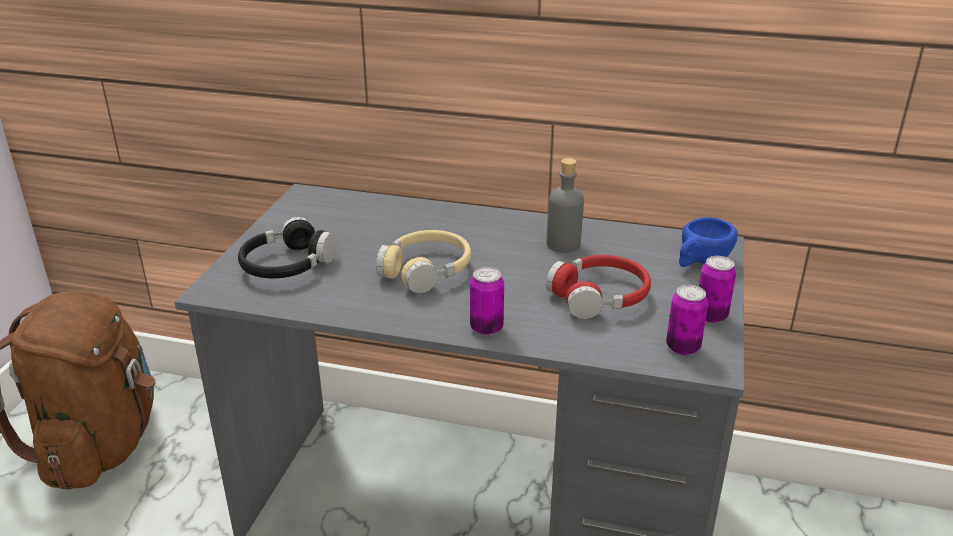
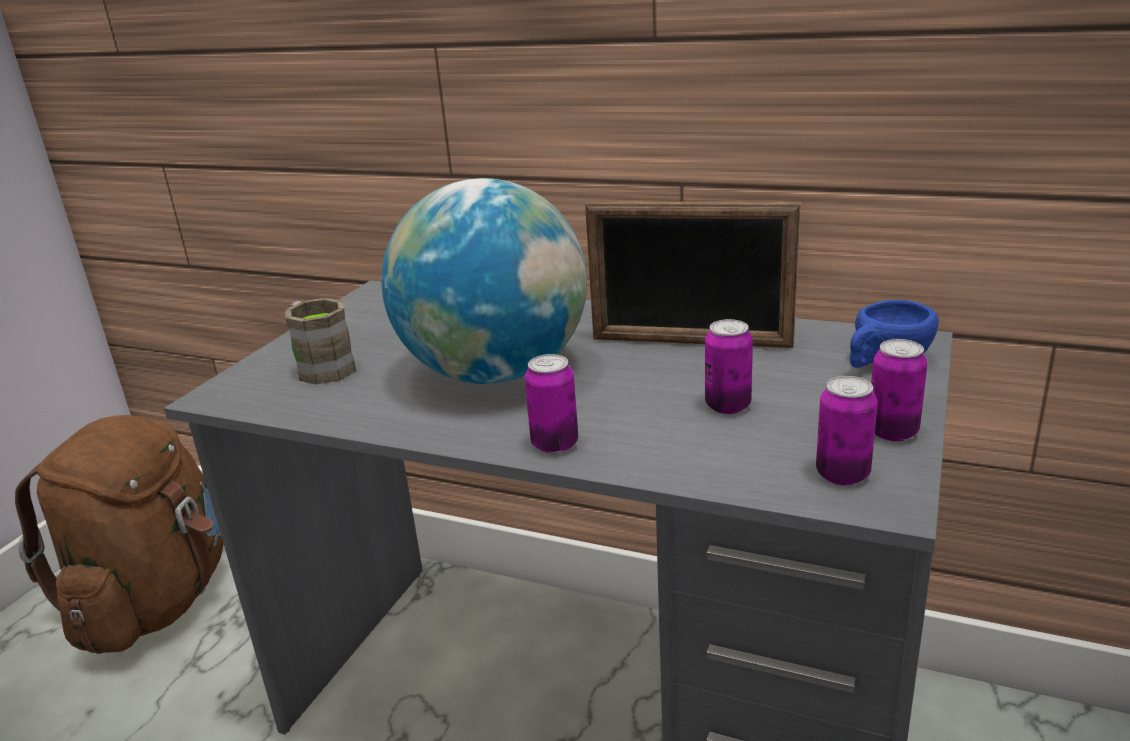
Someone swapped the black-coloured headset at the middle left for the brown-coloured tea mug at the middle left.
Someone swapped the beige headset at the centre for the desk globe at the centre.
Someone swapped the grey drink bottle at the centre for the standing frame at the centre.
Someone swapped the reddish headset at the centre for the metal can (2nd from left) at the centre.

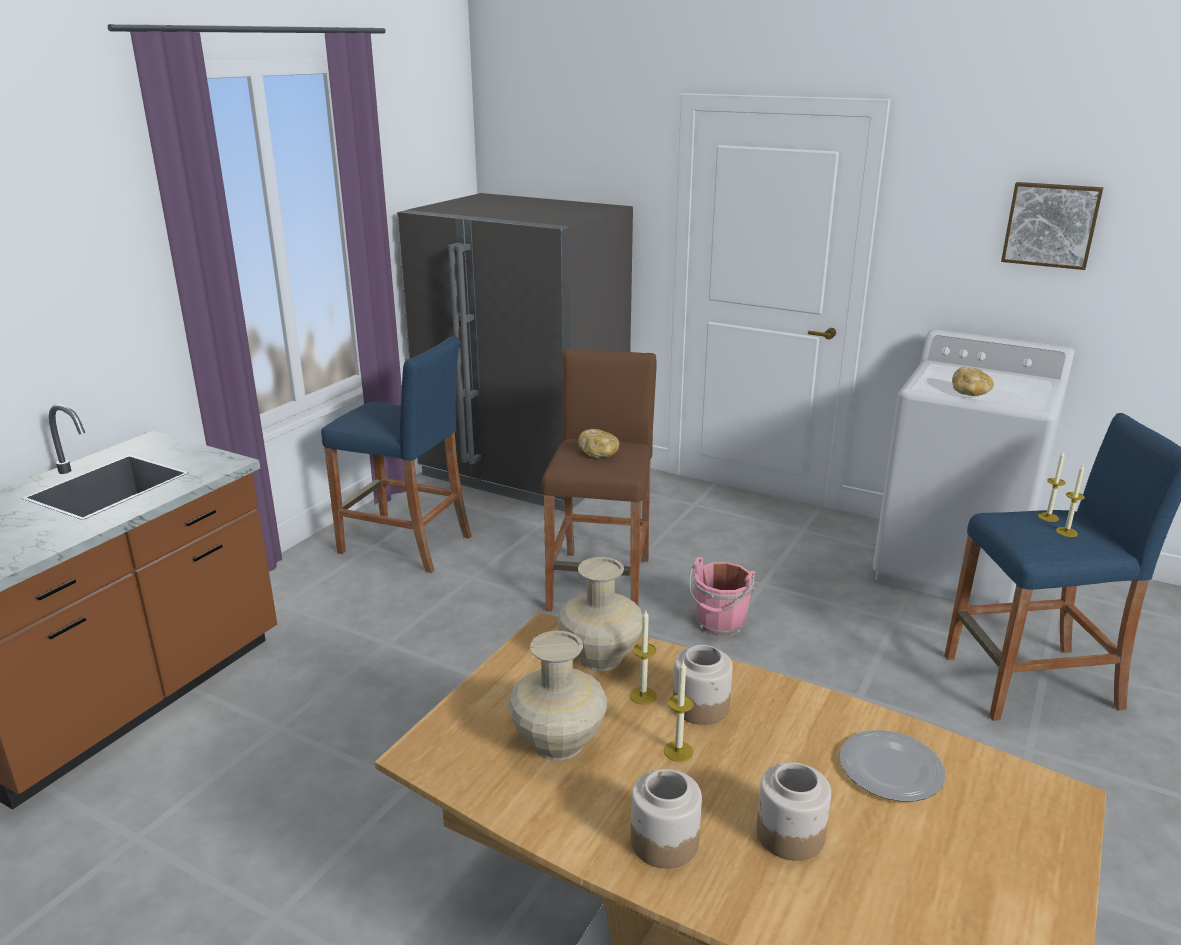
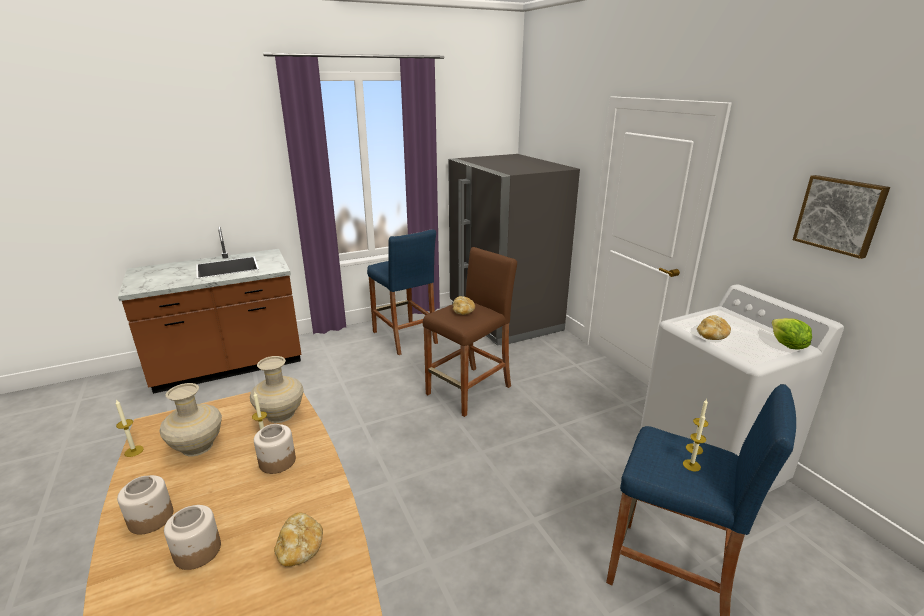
Someone carried the candle (2nd from left in the first image) from the bottom centre to the bottom left.
Someone swapped the dinner plate at the bottom right for the bread (1st from left) at the bottom left.
Someone put down the head of lettuce at the middle right.
Someone took away the pink-coloured pail at the centre.

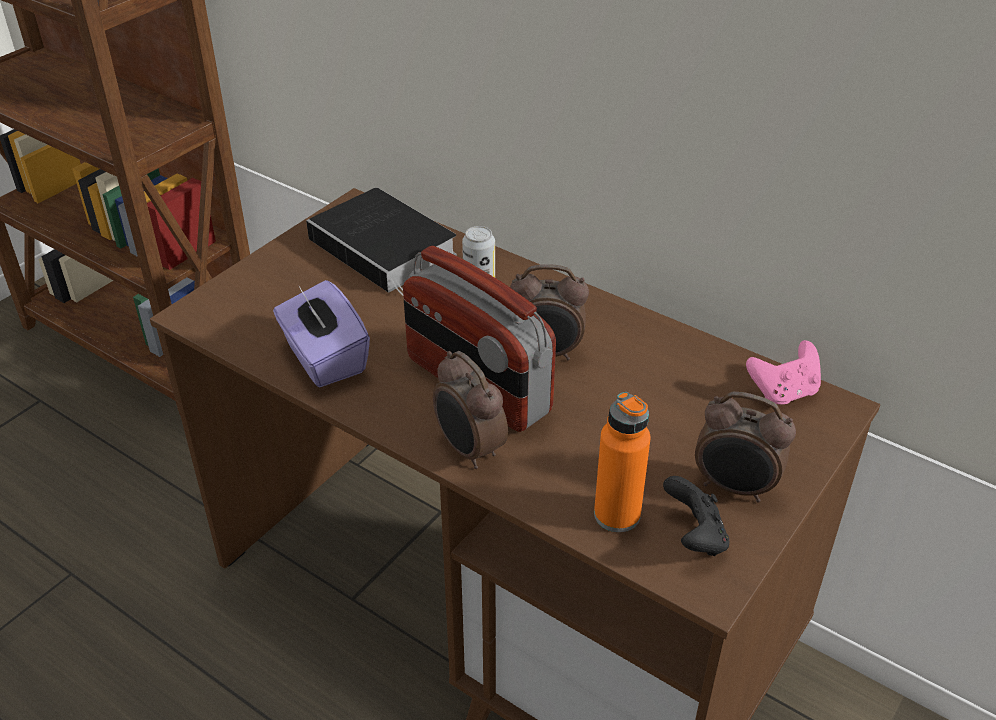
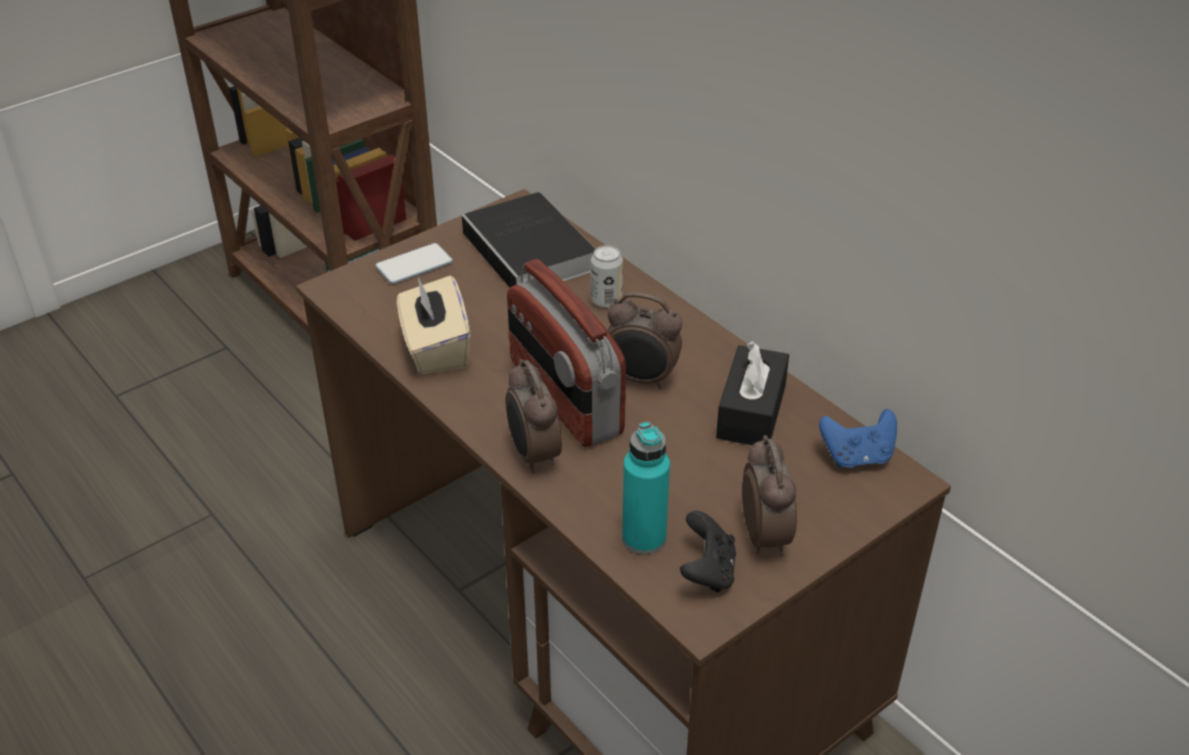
Someone put down the phone at the centre.
Someone repainted the purple-coloured tissue holder at the middle left, which became the beige tissue holder at the centre.
Someone repainted the orangey drink bottle at the centre, which became the turquoise-coloured drink bottle at the centre.
Someone put down the black-coloured tissue holder at the centre.
Someone rotated the table clock (3rd from left) at the middle right by 135 degrees counterclockwise.
Someone repainted the pink-coloured game controller at the middle right, which became the blue game controller at the middle right.

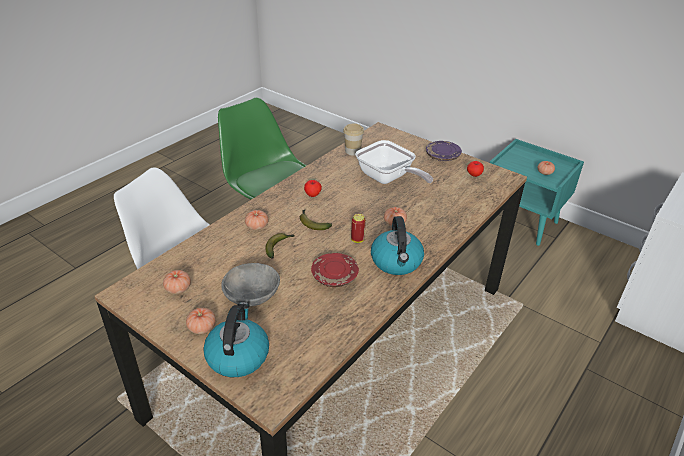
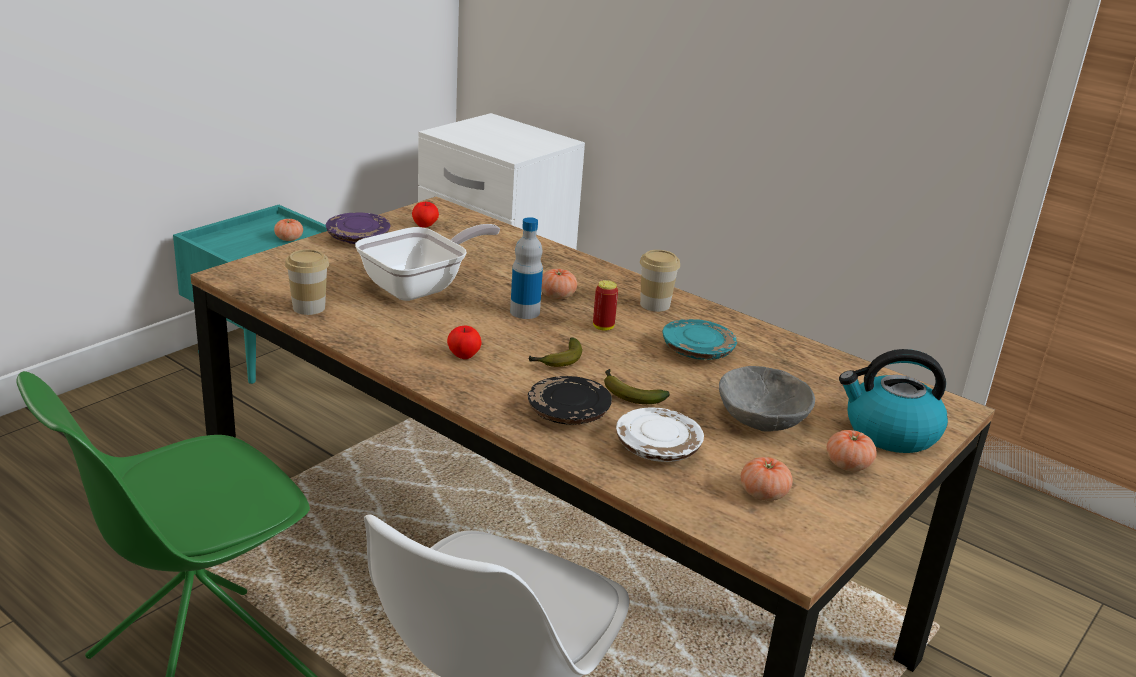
Someone put down the drink bottle at the centre.
Someone swapped the whole tomato (3rd from left) at the centre for the black-coloured dinner plate at the centre.
Someone put down the white-coloured dinner plate at the centre.
Someone swapped the kettle (2nd from left) at the centre for the cup (2nd from left) at the centre.
Someone repainted the reddish dinner plate at the centre, which became the turquoise-coloured dinner plate at the centre.

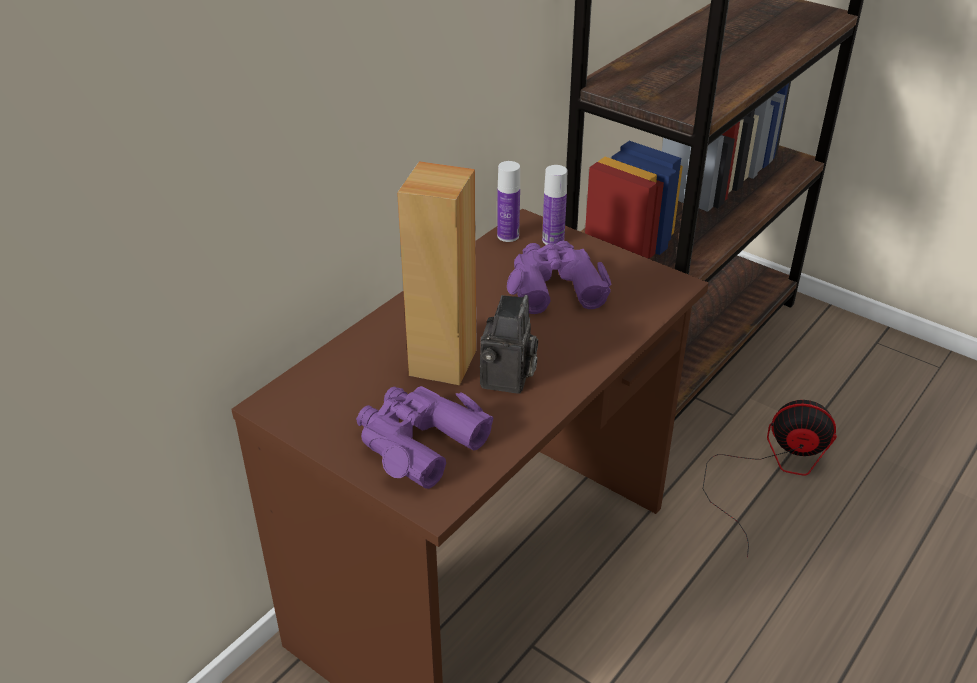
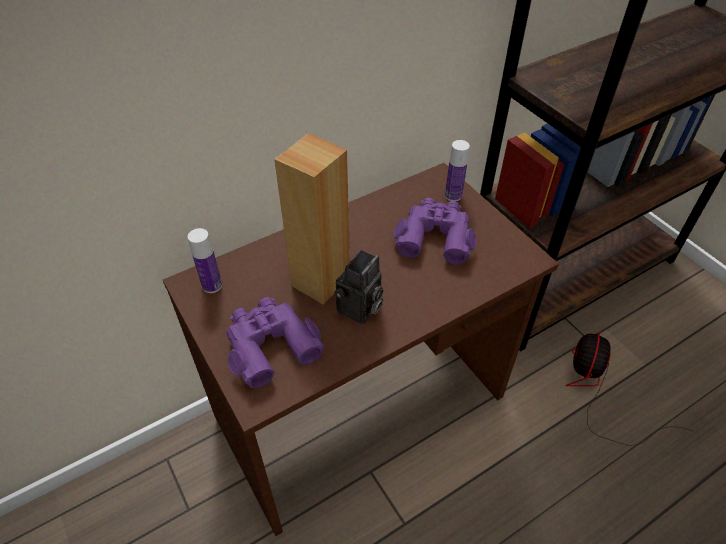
Someone carried the drink bottle (1st from left) from the top centre to the middle left.
Someone rotated the electric fan at the bottom right by 105 degrees counterclockwise.

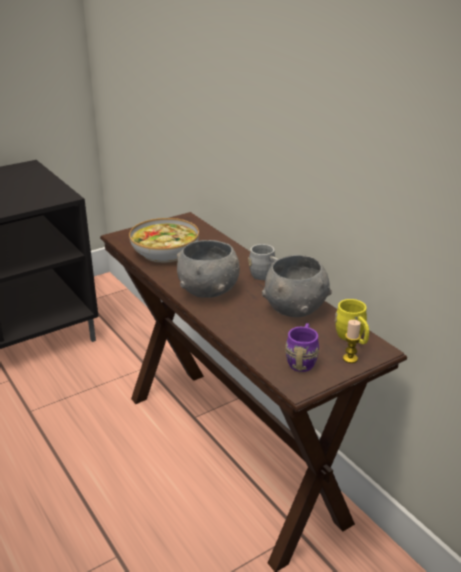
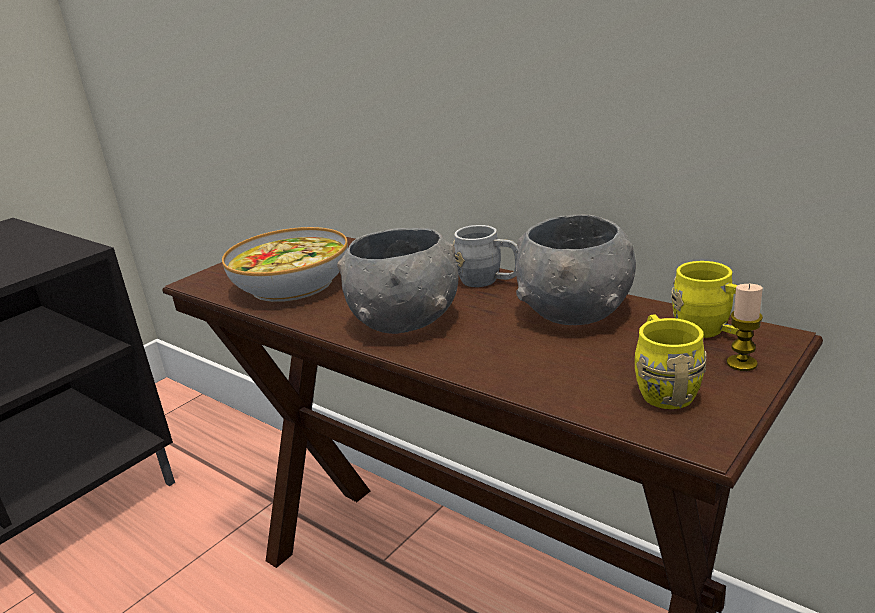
Someone repainted the purple-coloured tea mug at the centre, which became the yellow-coloured tea mug (1st from left) at the middle right.

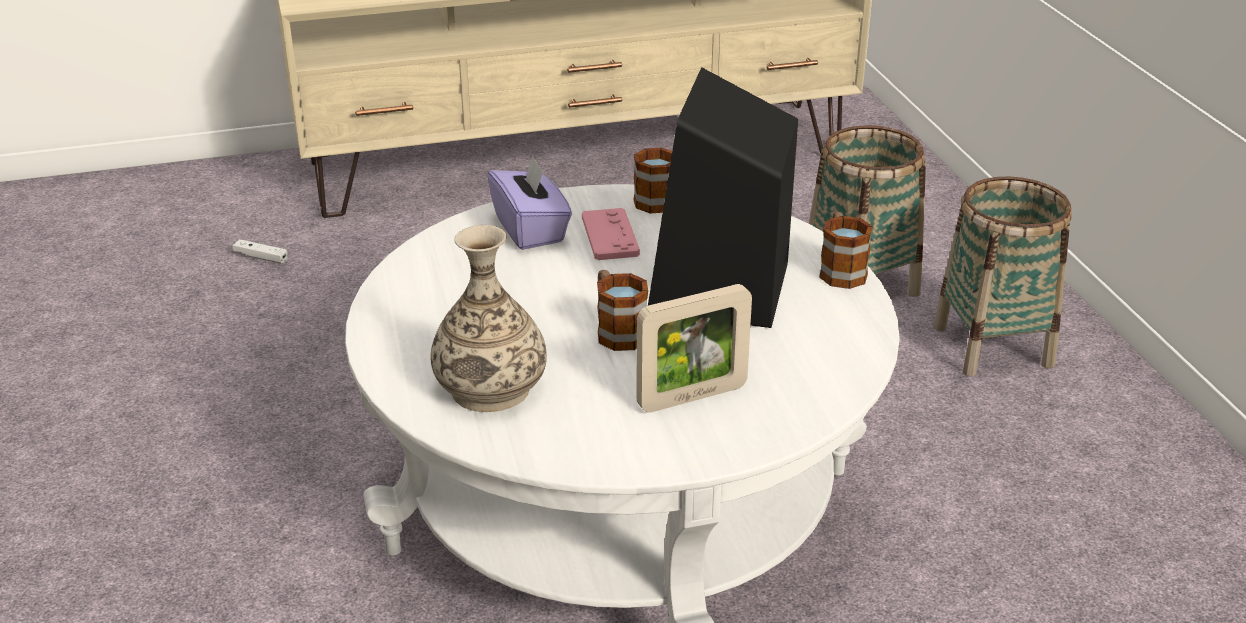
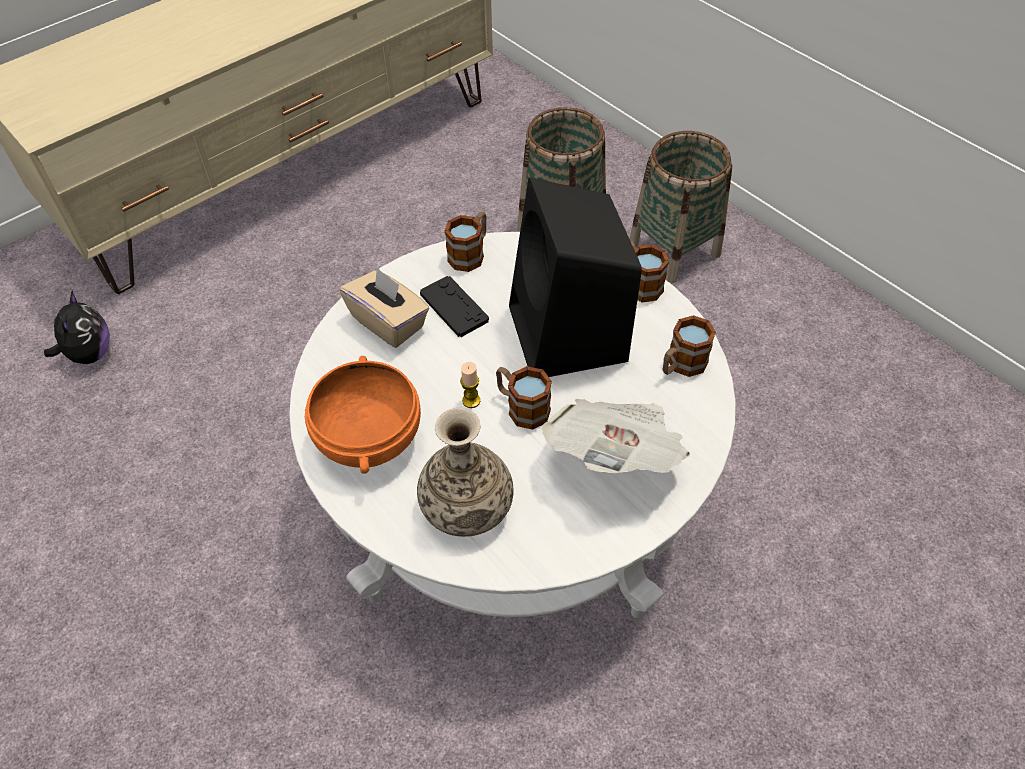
Someone swapped the white-coloured game controller at the middle left for the cuddly toy at the middle left.
Someone put down the orangey bowl at the centre.
Someone repainted the purple-coloured tissue holder at the top centre, which became the beige tissue holder at the centre.
Someone repainted the pink-coloured game controller at the centre, which became the black-coloured game controller at the centre.
Someone put down the candle at the centre.
Someone swapped the standing frame at the centre for the daily paper at the centre.
Someone put down the tea mug (4th from left) at the middle right.

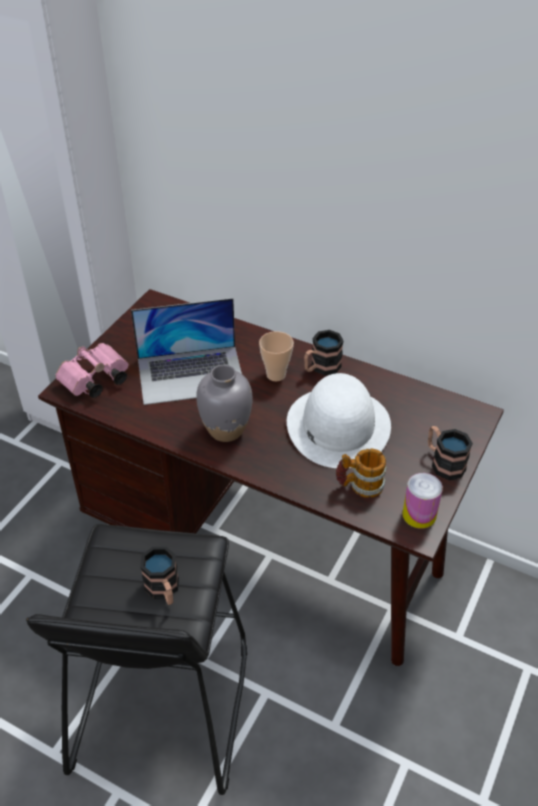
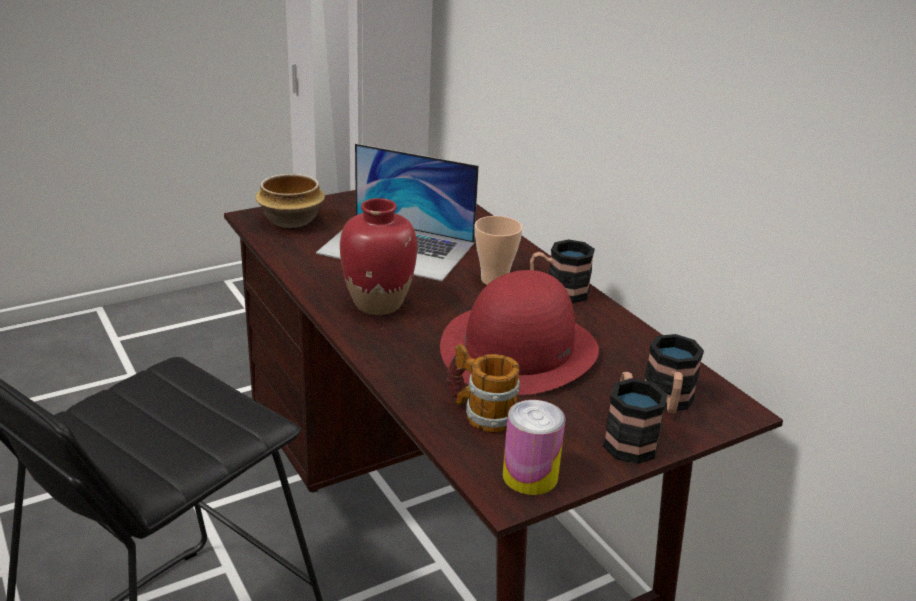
Someone swapped the pink-coloured binoculars at the middle left for the bowl at the middle left.
Someone repainted the grey decorative vase at the centre, which became the reddish decorative vase at the centre.
Someone repainted the white-coloured hat at the centre, which became the reddish hat at the centre.
Someone carried the tea mug (1st from left in the first image) from the bottom left to the middle right.

